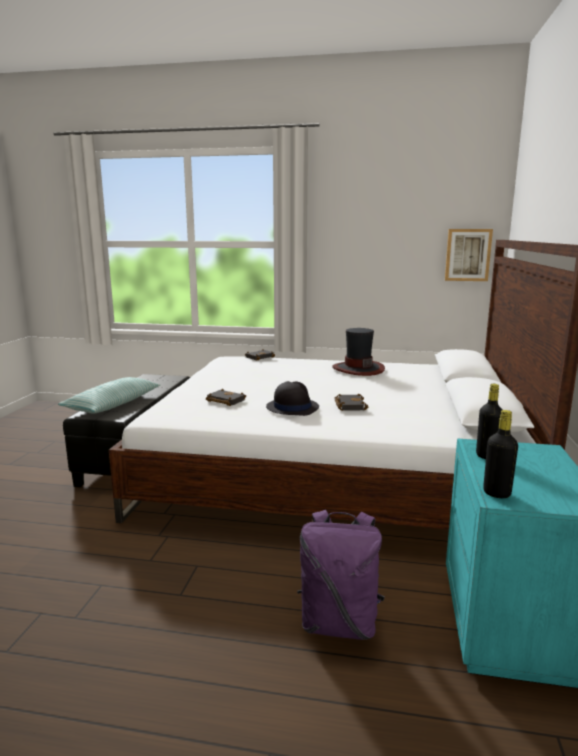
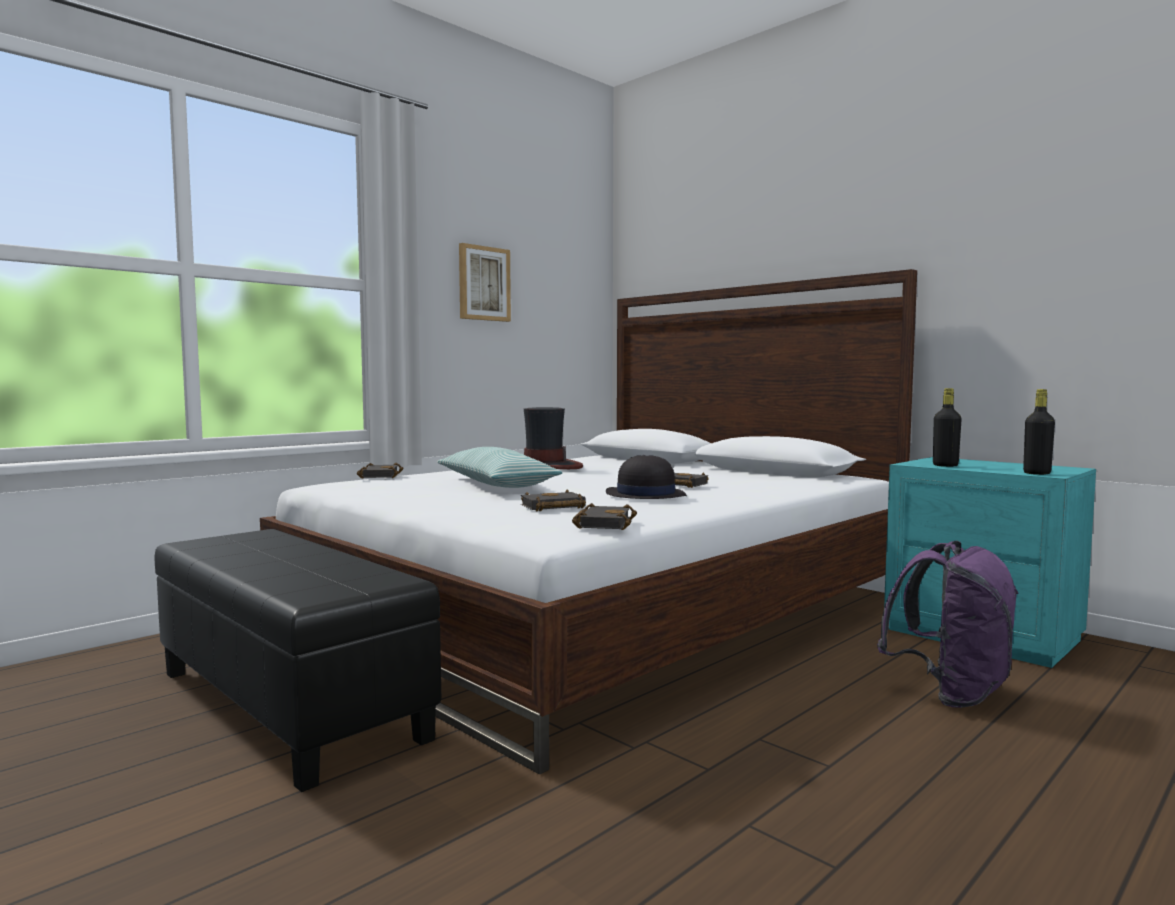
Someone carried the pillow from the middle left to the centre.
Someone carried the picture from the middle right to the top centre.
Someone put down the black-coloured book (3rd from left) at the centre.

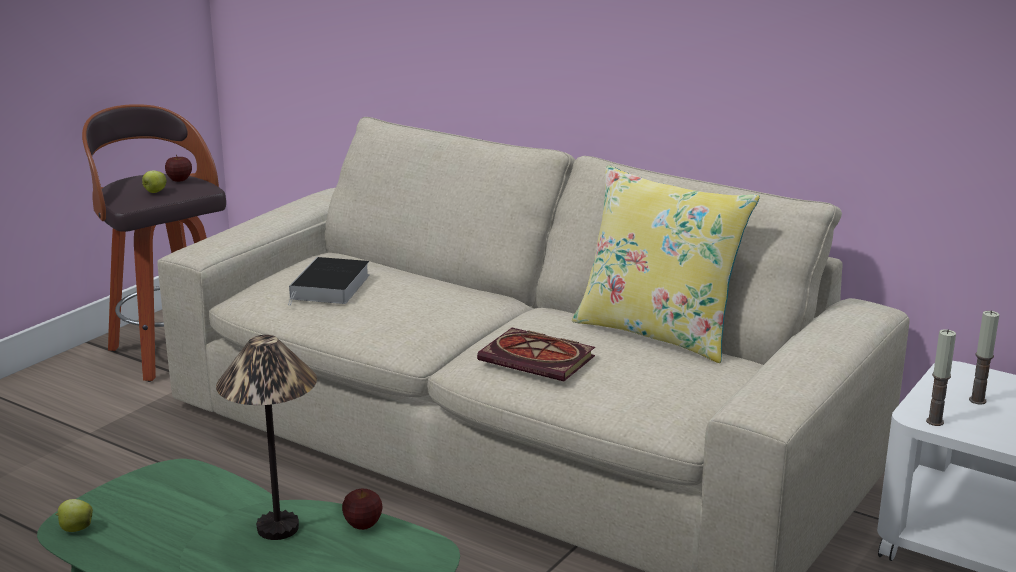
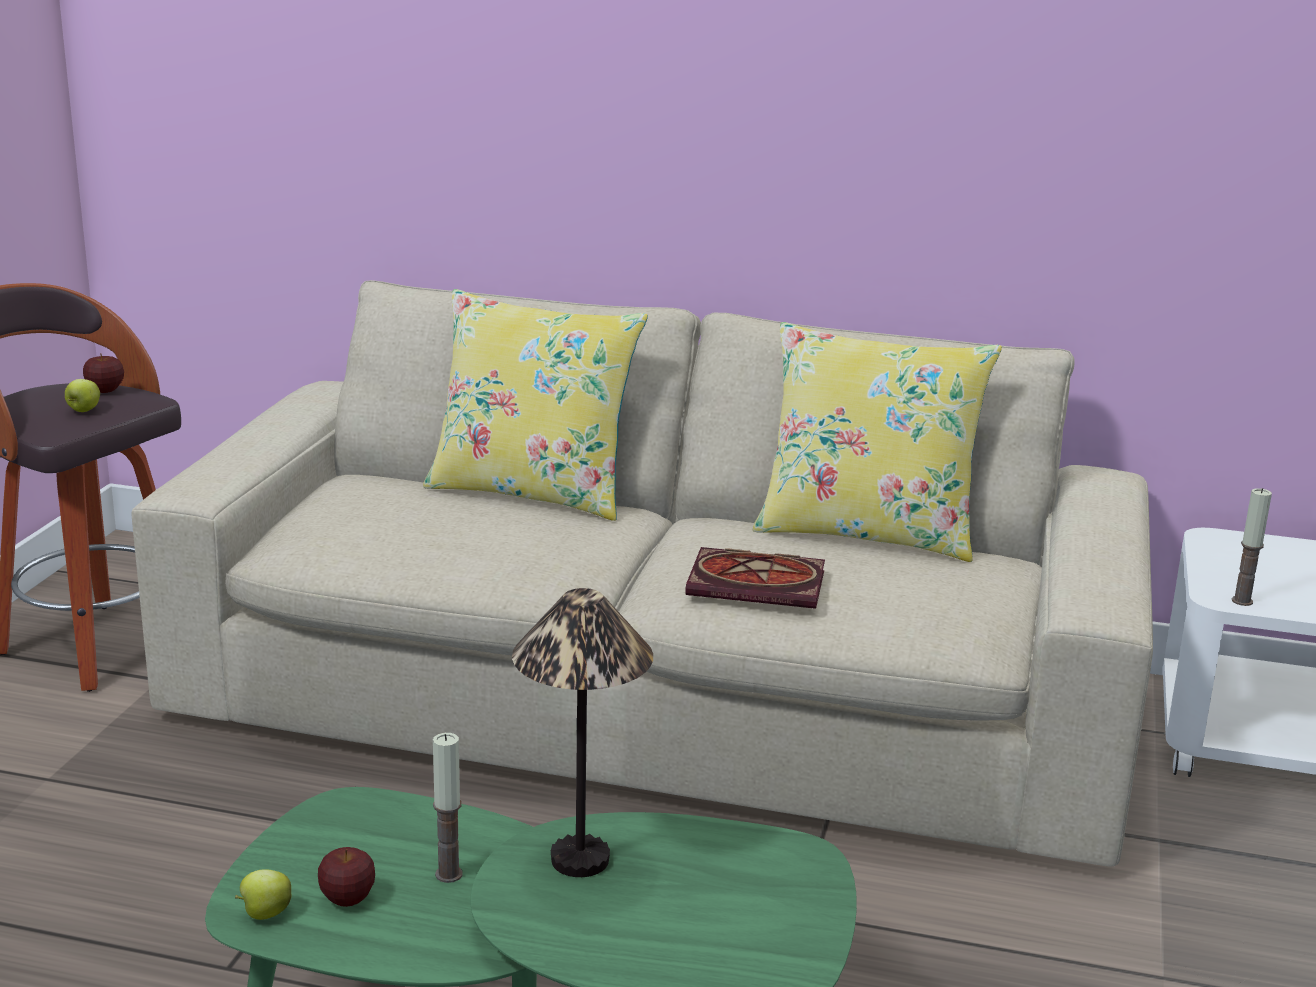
Someone carried the apple fruit (4th from left) from the bottom centre to the bottom left.
Someone put down the yellow-coloured pillow (1st from left) at the centre.
Someone carried the candle (2nd from left in the first image) from the middle right to the bottom centre.
Someone took away the book (1st from left) at the middle left.

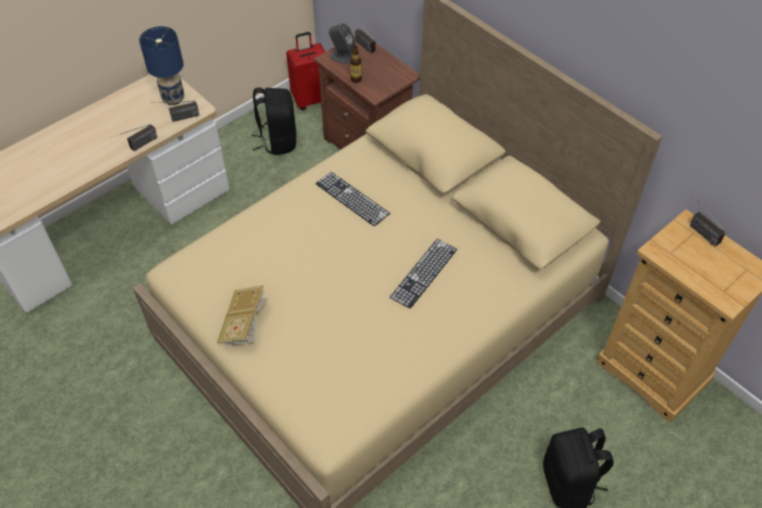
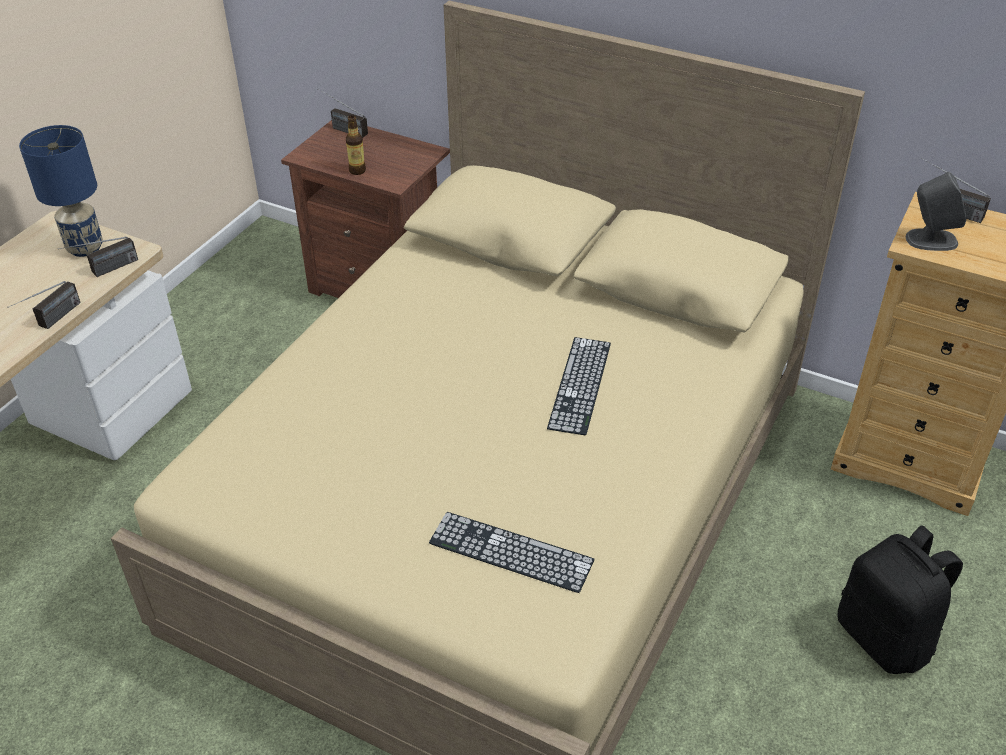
Someone carried the keyboard (1st from left) from the centre to the bottom centre.
Someone carried the grey audio speaker from the top centre to the top right.
Someone took away the book at the middle left.
Someone took away the black-coloured backpack (1st from left) at the top centre.
Someone took away the reddish piece of luggage at the top centre.

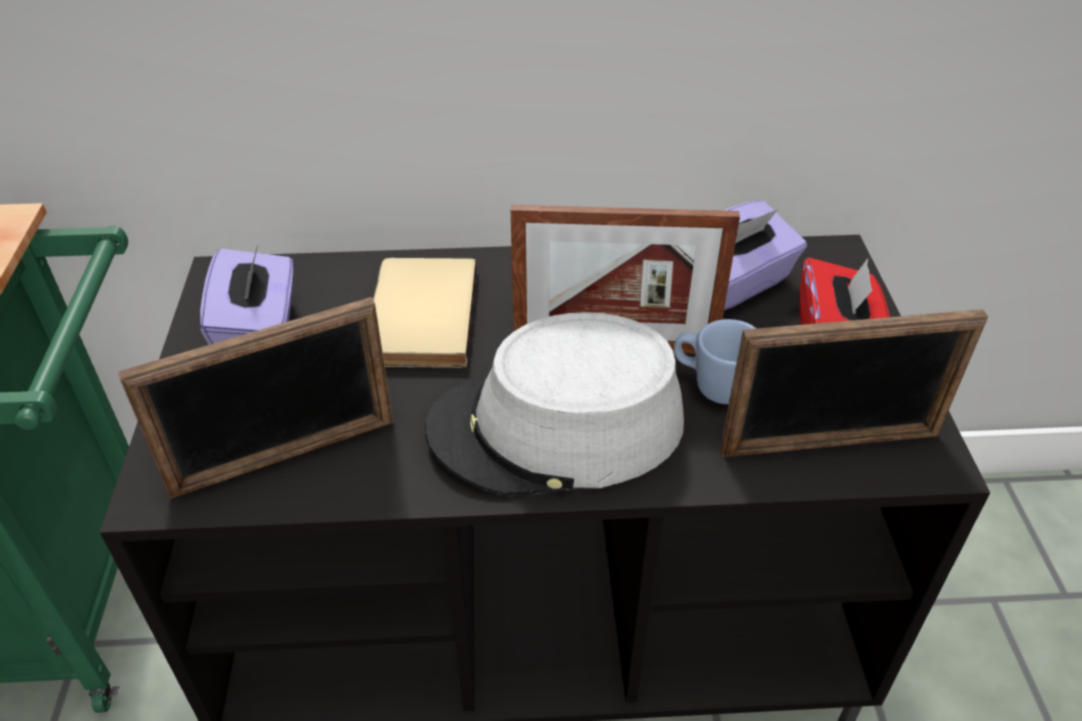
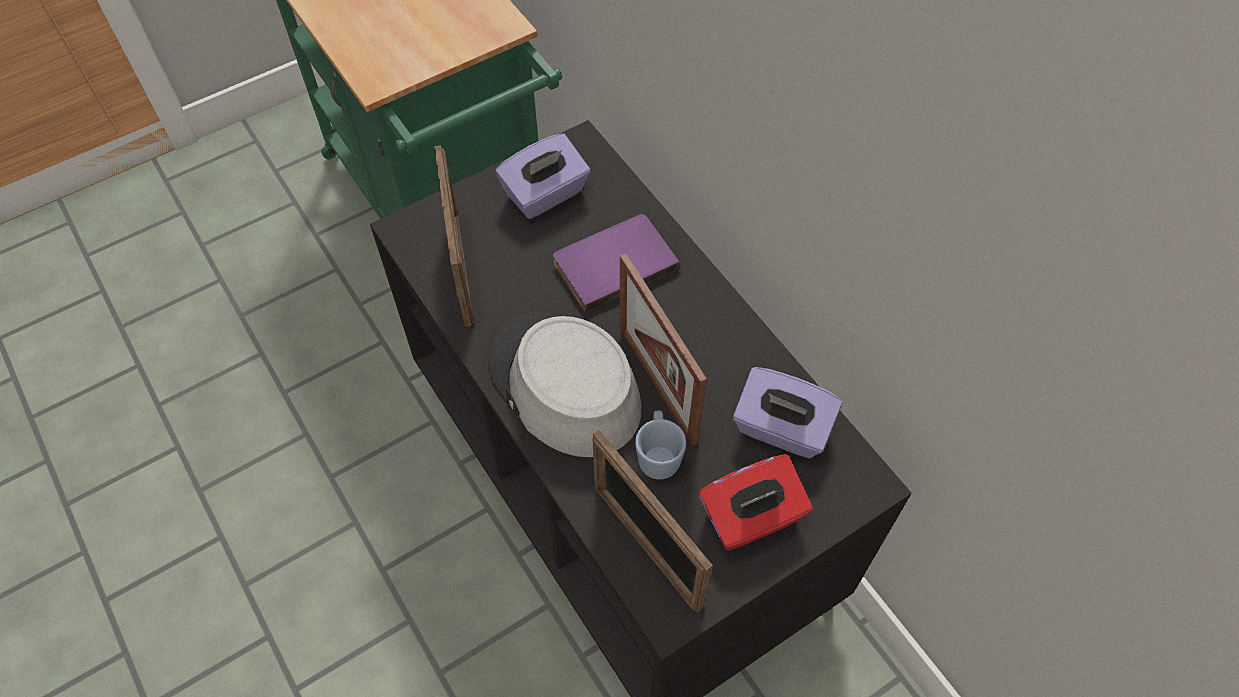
Someone rotated the standing frame (1st from left) at the middle left by 135 degrees counterclockwise.
Someone repainted the beige book at the centre, which became the purple-coloured book at the centre.

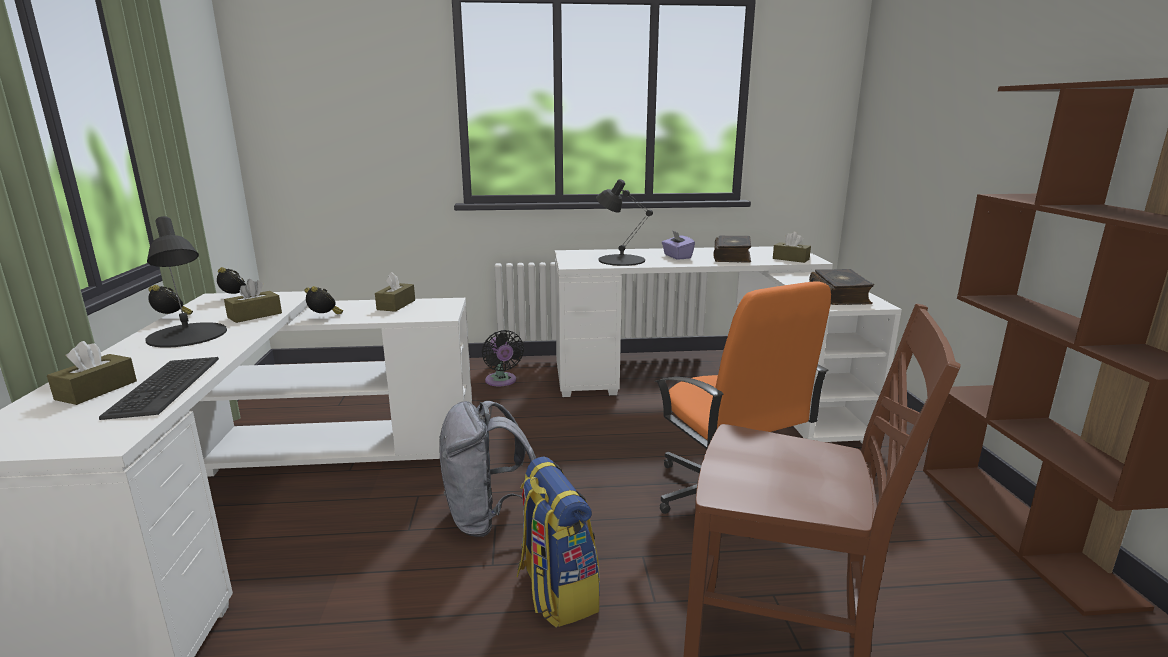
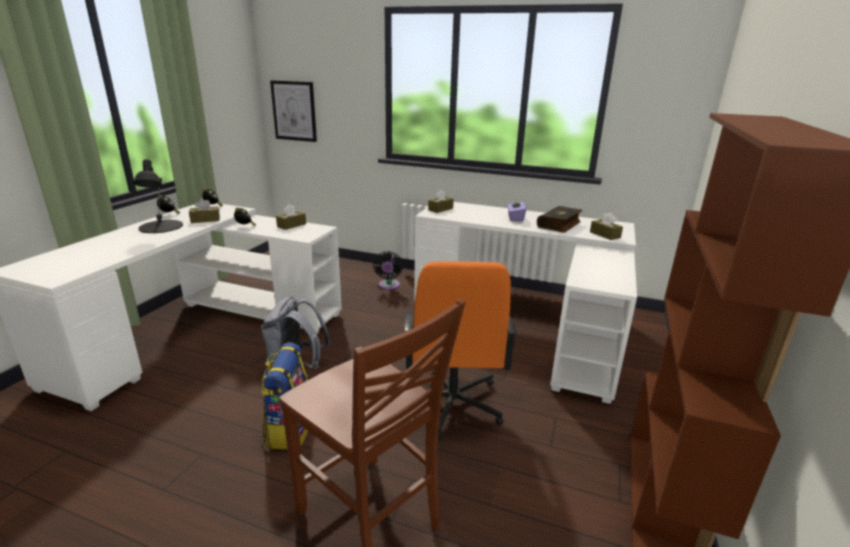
Someone put up the picture at the top centre.
Someone carried the brown-coloured tissue holder (1st from left in the first image) from the middle left to the centre.
Someone took away the keyboard at the middle left.
Someone took away the black-coloured tabletop lamp (2nd from left) at the centre.
Someone took away the book (2nd from left) at the middle right.

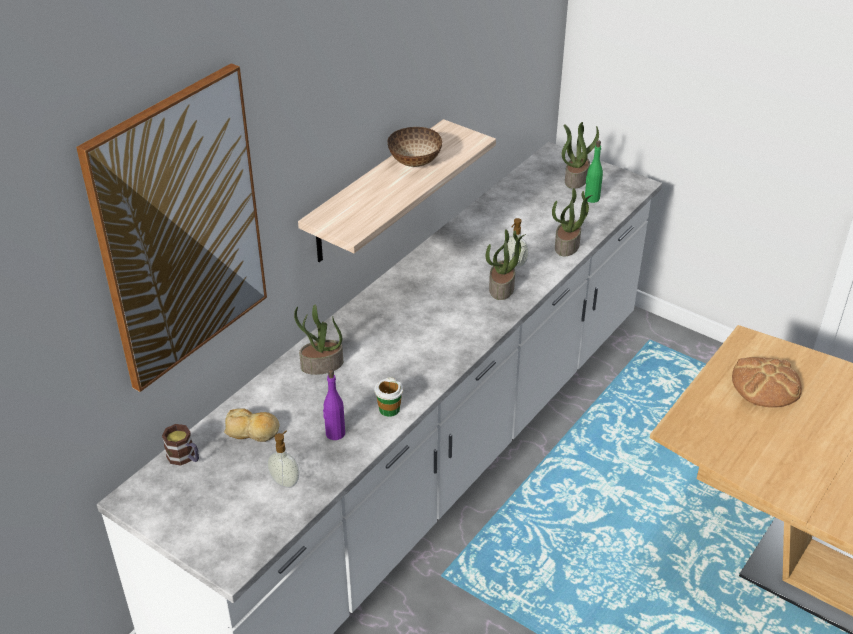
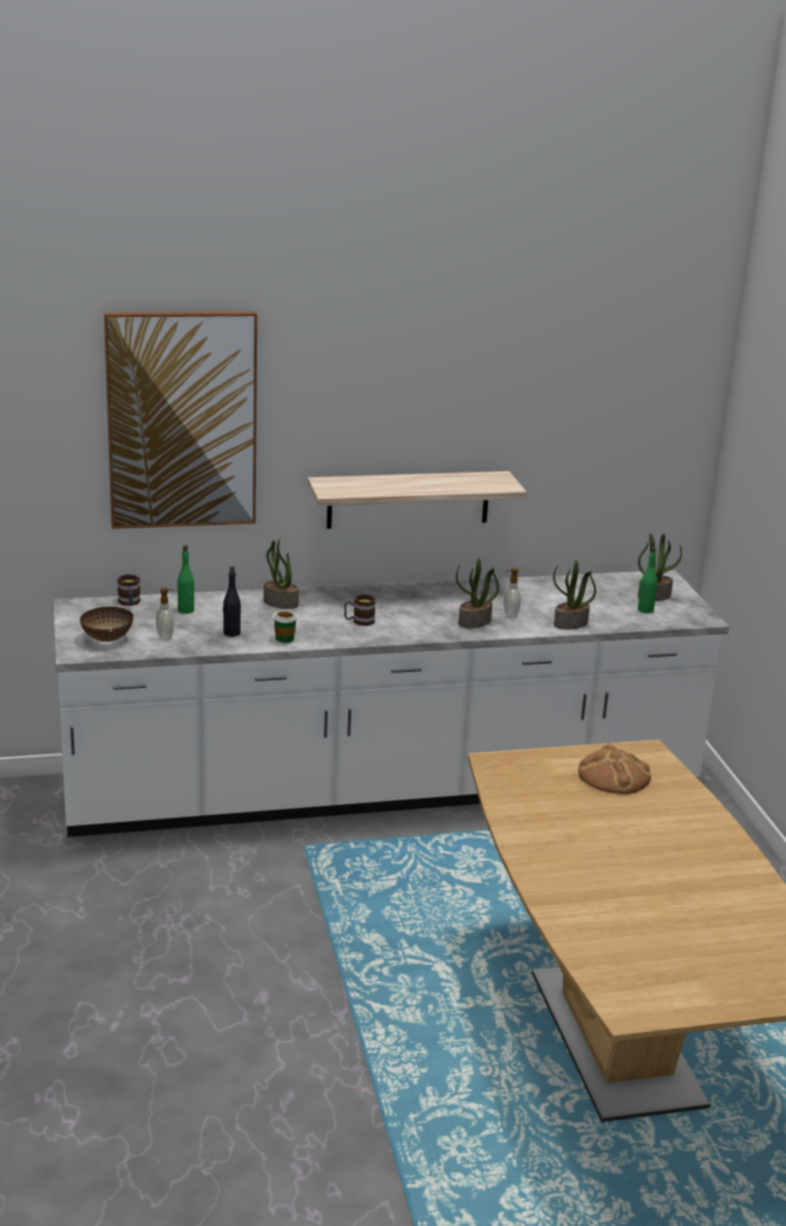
Someone carried the bowl from the top centre to the middle left.
Someone swapped the bread (1st from left) at the bottom left for the green drink bottle (1st from left) at the middle left.
Someone repainted the purple-coloured drink bottle at the centre, which became the black-coloured drink bottle at the middle left.
Someone put down the tea mug (2nd from left) at the centre.

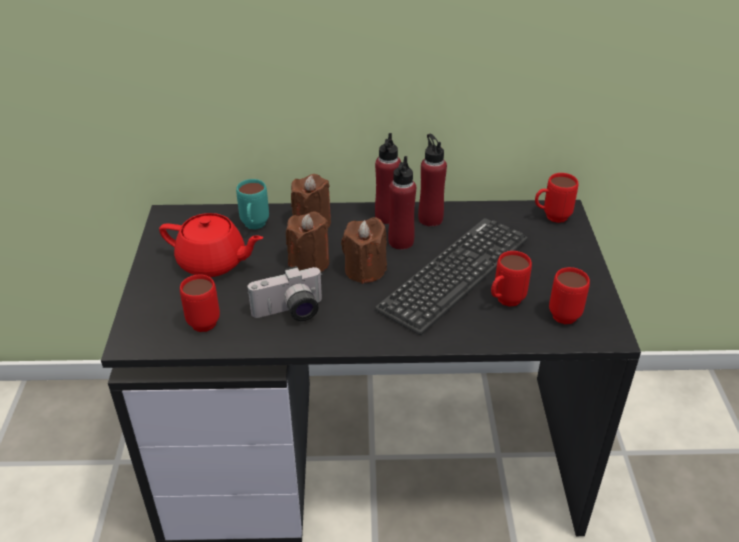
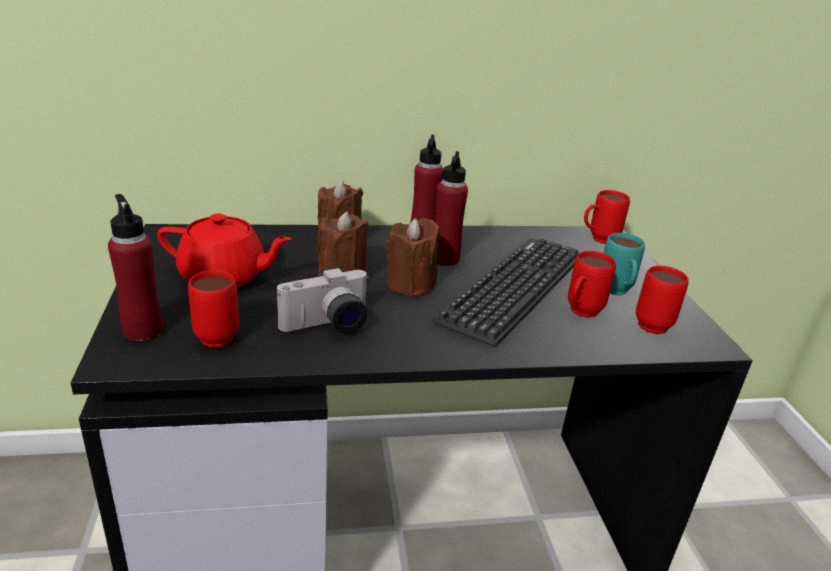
Someone carried the reddish drink bottle (3rd from left in the first image) from the top centre to the middle left.
Someone carried the turquoise-coloured tea mug from the centre to the middle right.

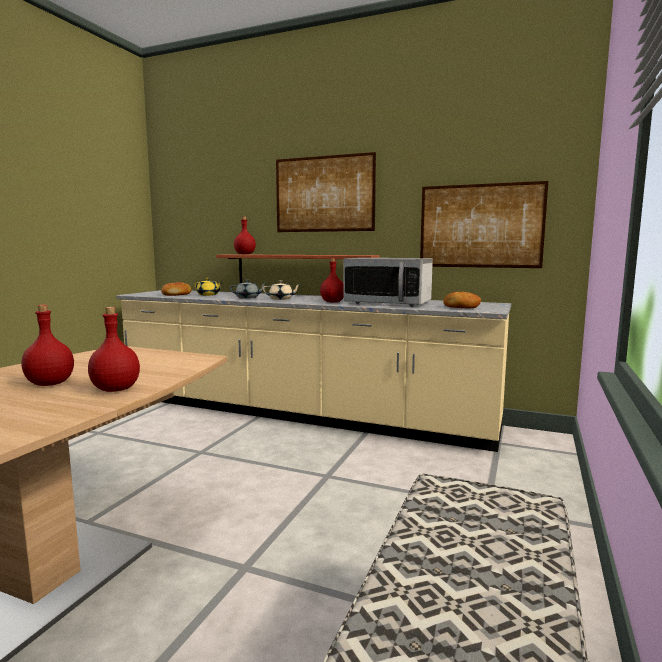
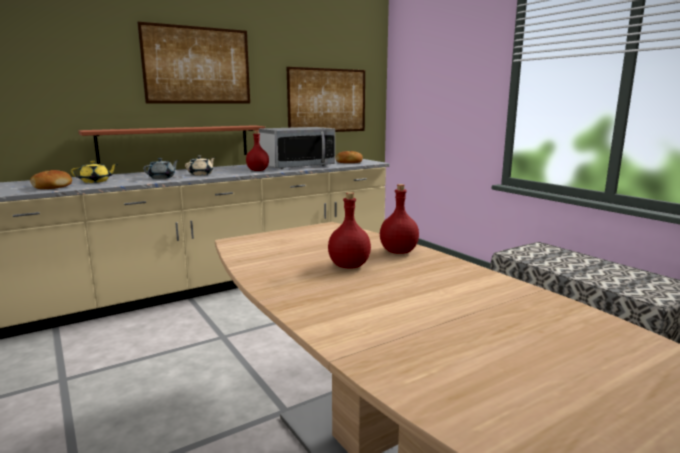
Someone took away the reddish drink bottle (3rd from left) at the centre.

